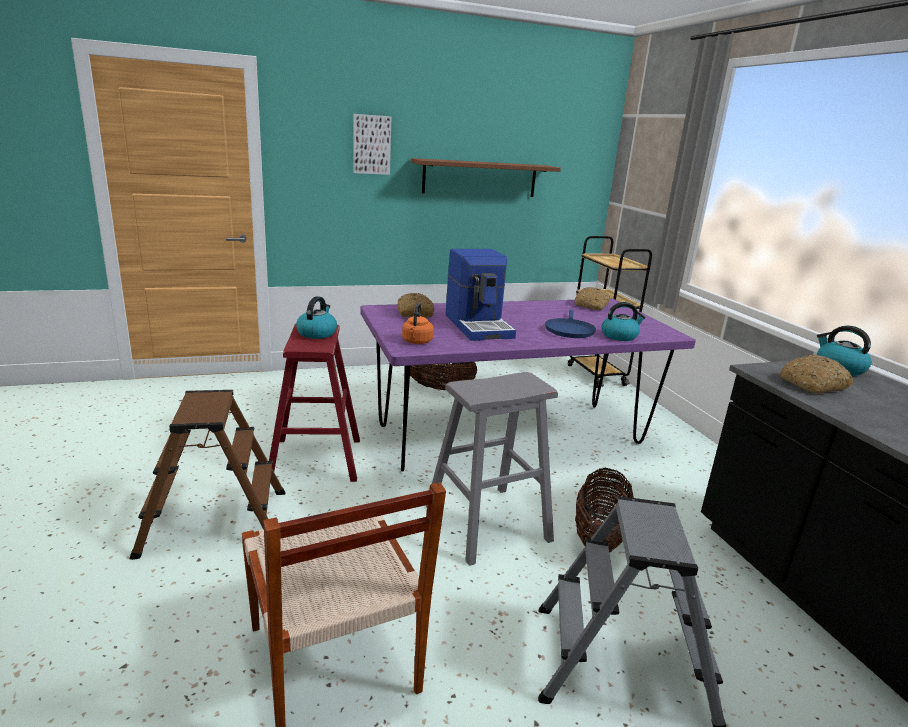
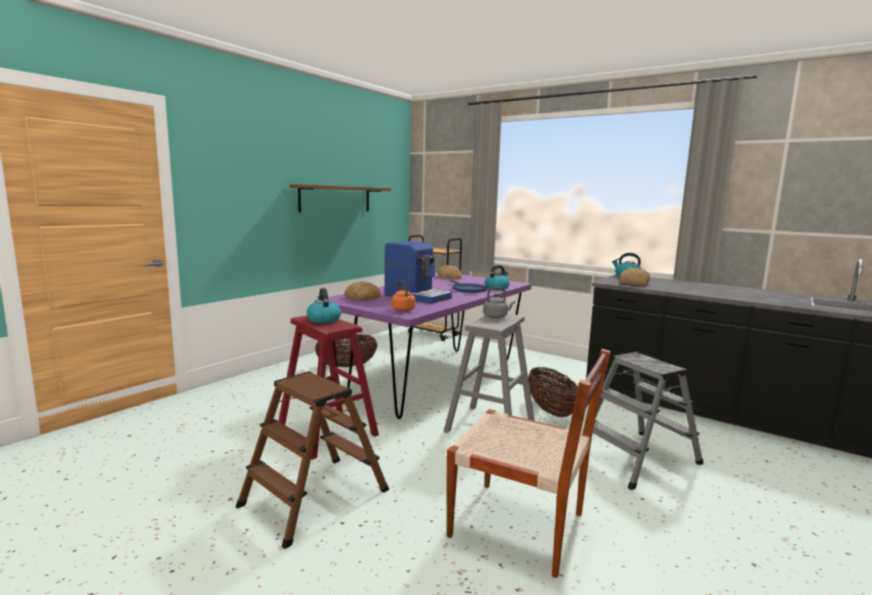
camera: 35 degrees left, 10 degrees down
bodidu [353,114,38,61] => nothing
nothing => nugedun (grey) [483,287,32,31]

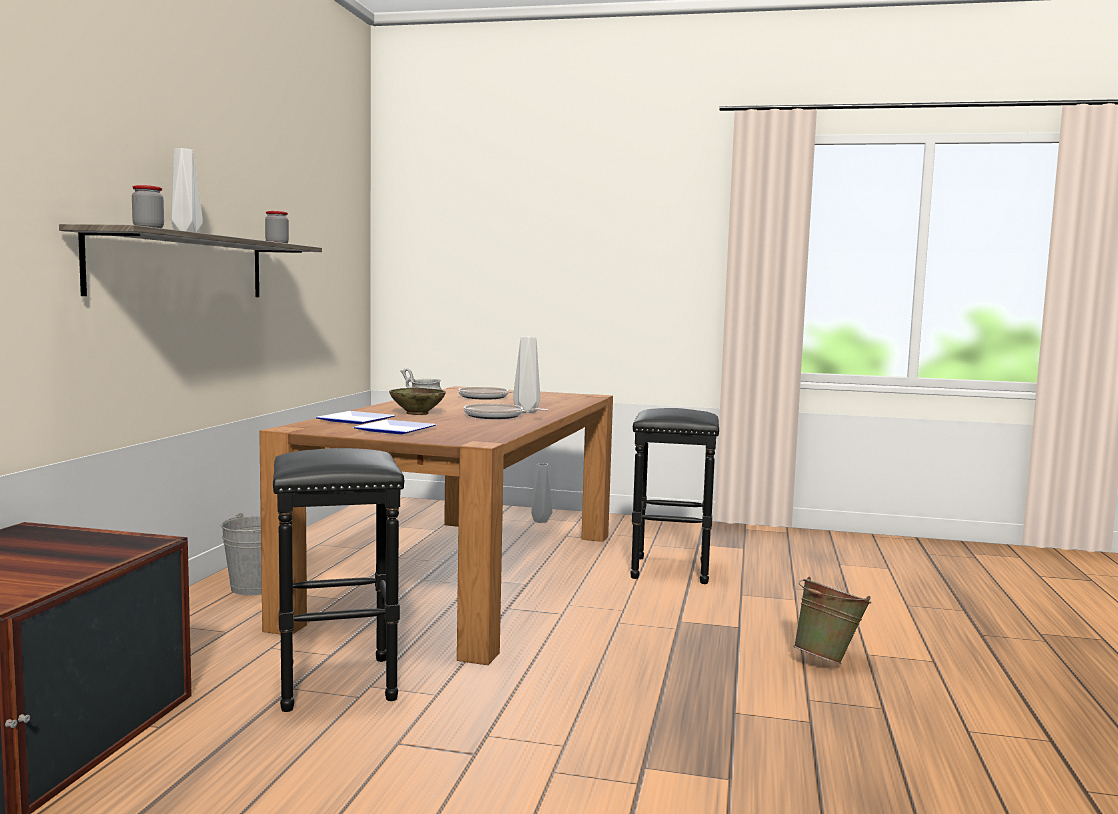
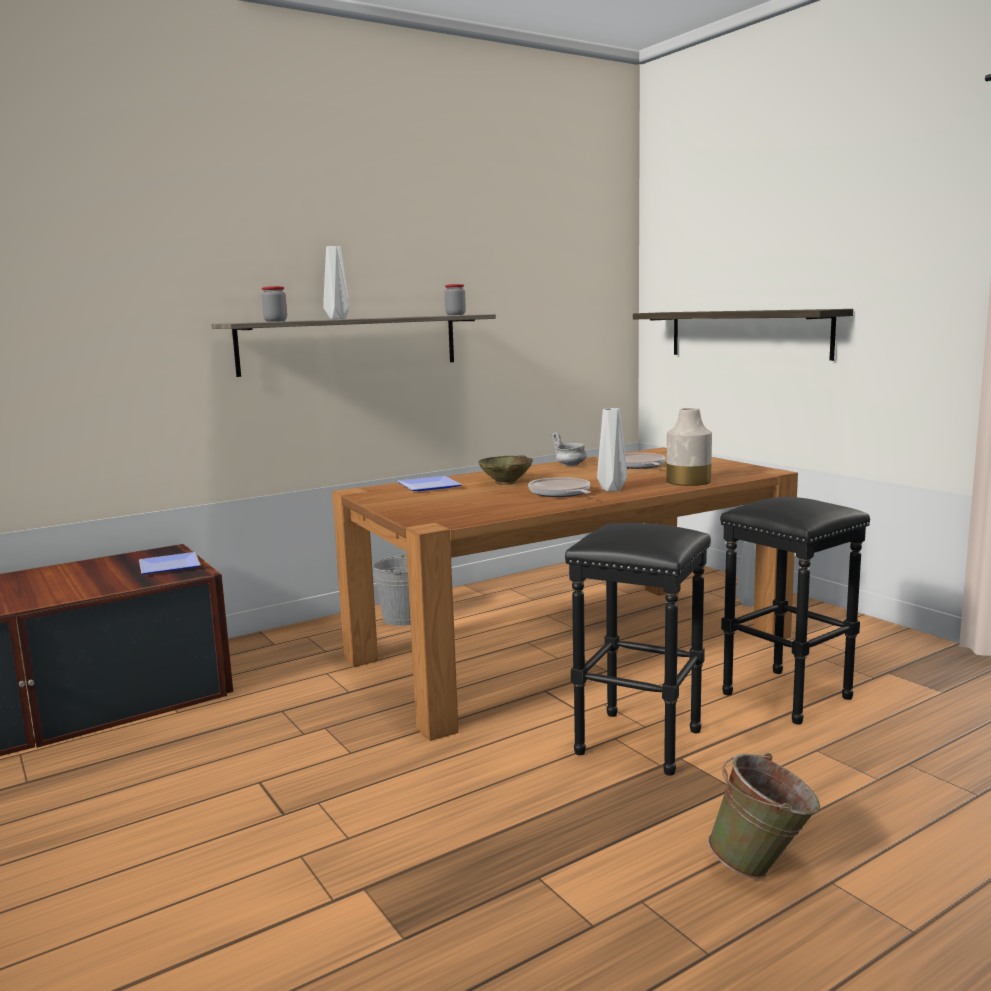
camera: 45 degrees right, 5 degrees up
nothing => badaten [633,309,220,52]
nothing => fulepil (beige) [666,408,46,78]
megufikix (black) [273,448,131,264] => megufikix (black) [565,523,146,253], shifted
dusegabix [353,420,84,14] => dusegabix [139,552,62,22], shifted

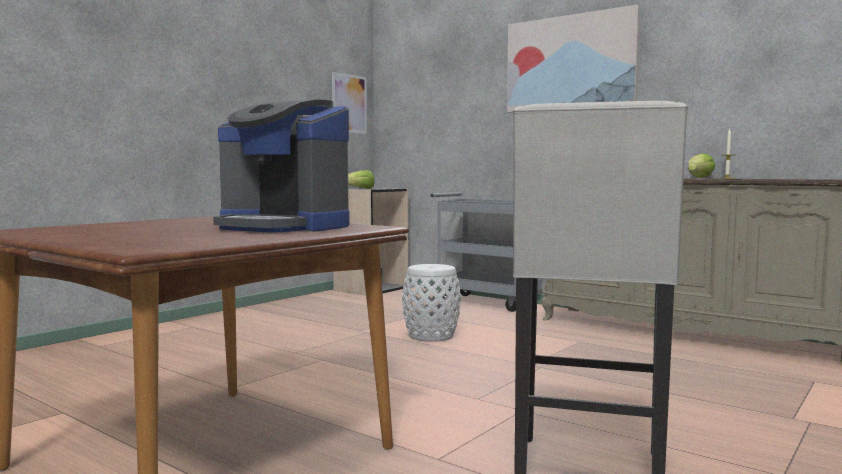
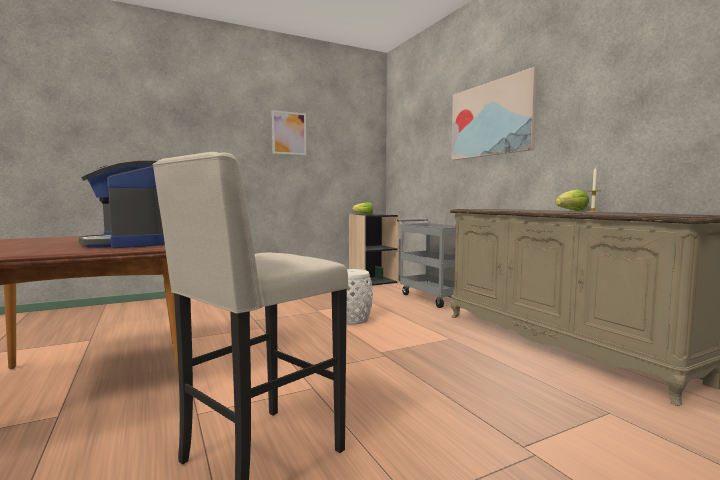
camera: 25 degrees right, 0 degrees up
bodidu [332,72,35,62] => bodidu [272,110,34,45], shifted

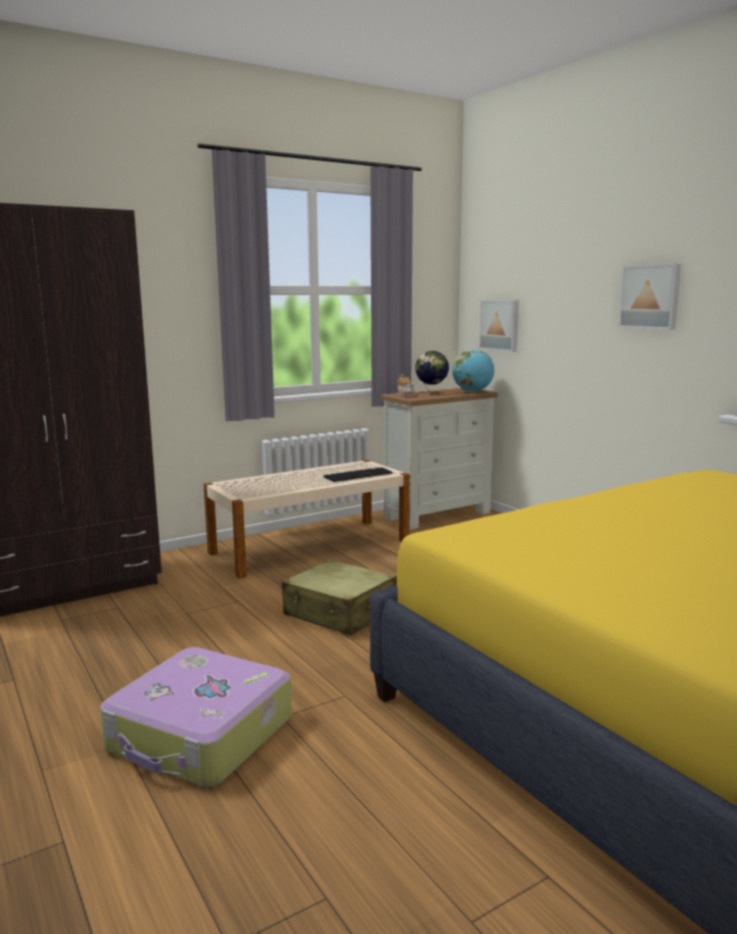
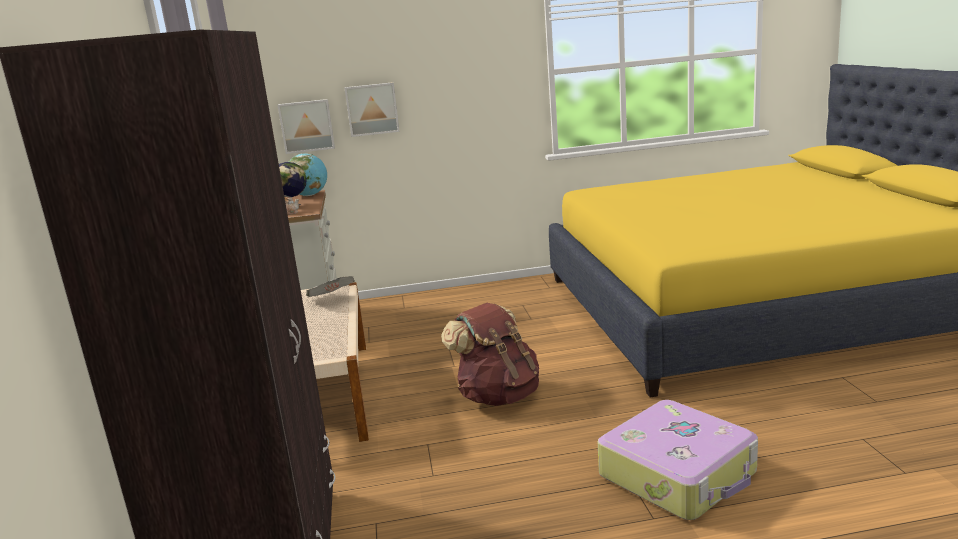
camera: 65 degrees left, 5 degrees up
bodidu [618,264,63,66] => bodidu [344,82,56,55], shifted
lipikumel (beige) [281,560,116,75] => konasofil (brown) [441,303,98,103]
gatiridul [323,467,70,15] => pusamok [306,276,49,21]

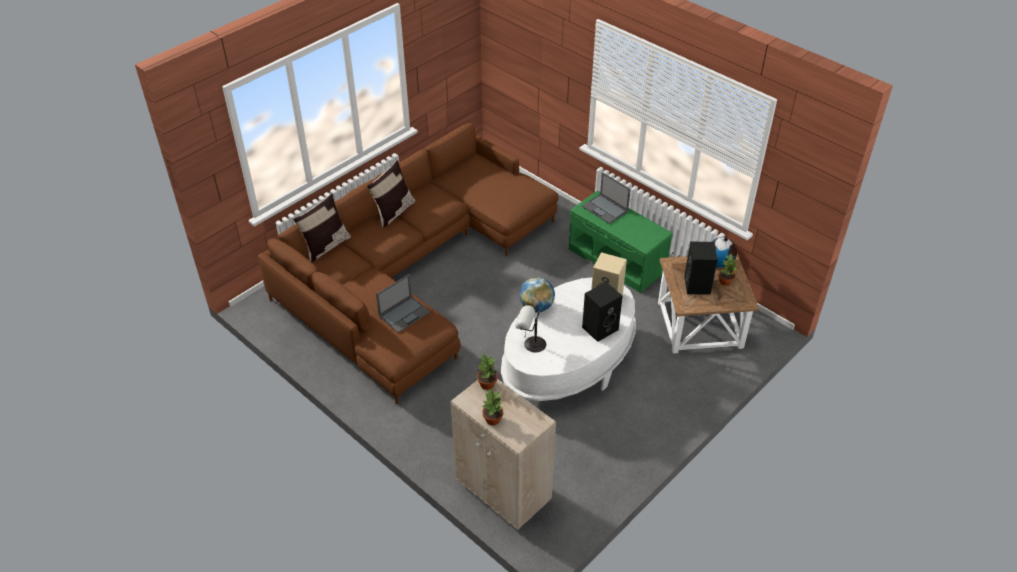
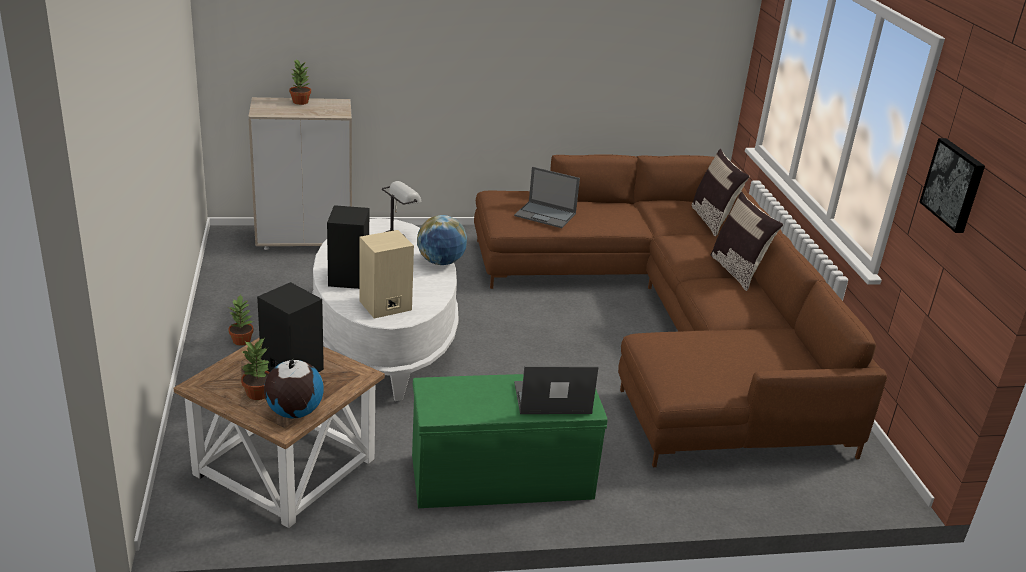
camera: 125 degrees right, 15 degrees down
nothing => bodidu [920,138,65,95]
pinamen [477,354,20,36] => pinamen [228,295,26,51], shifted
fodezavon [376,274,54,59] => fodezavon [514,167,66,61], 60 degrees counterclockwise

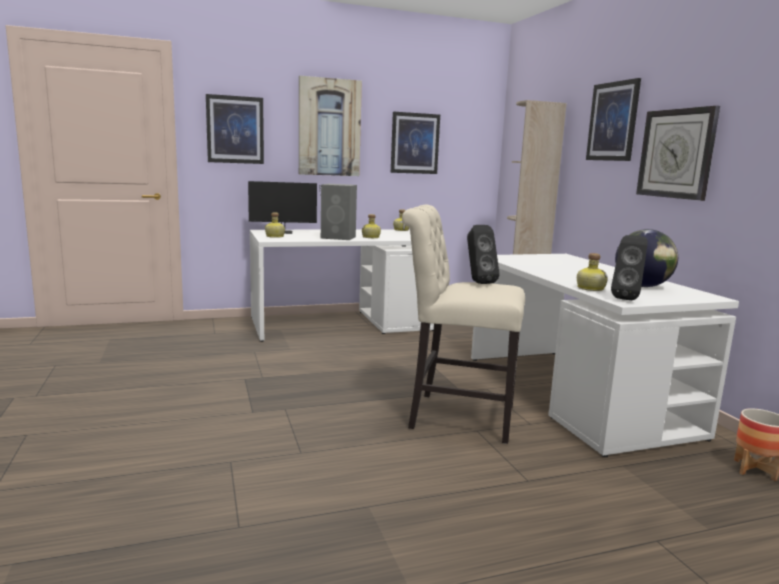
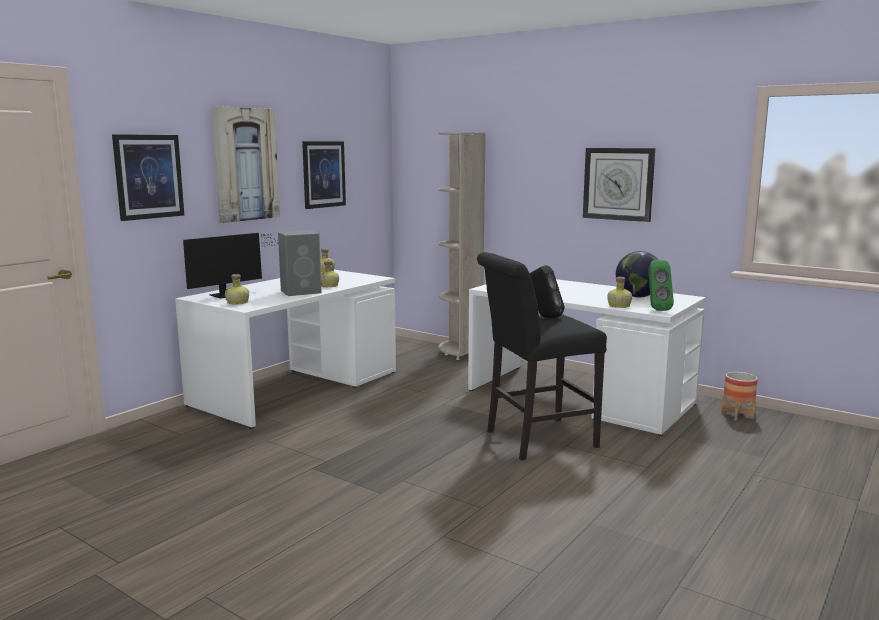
camera: 35 degrees left, 0 degrees up
bodidu [586,78,55,83] => nothing
megufikix (beige) [402,205,123,239] => megufikix (black) [477,252,130,209]
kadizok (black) [611,235,37,65] => kadizok (green) [648,260,26,51]

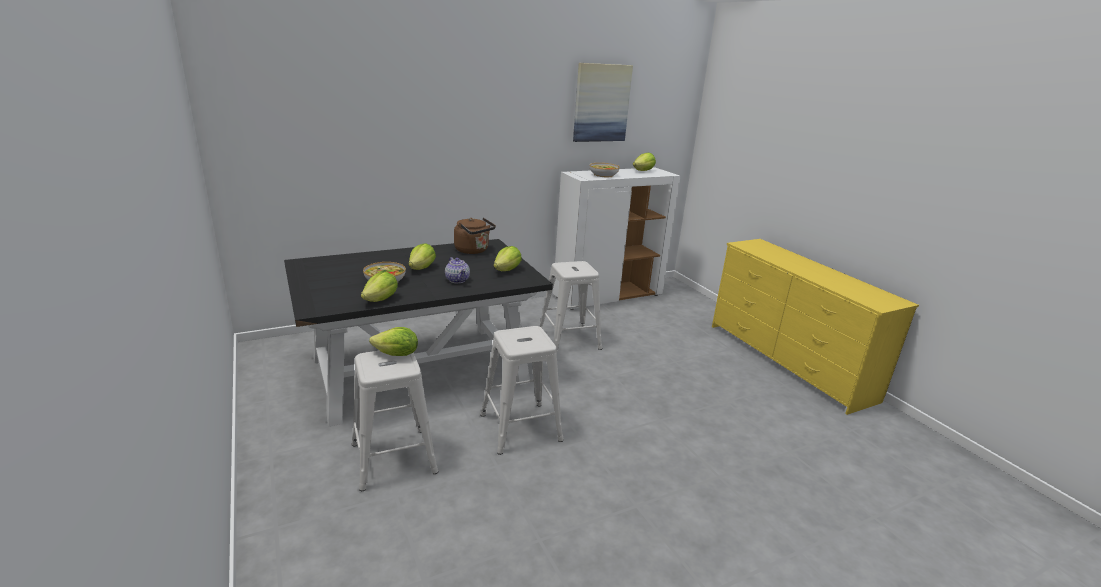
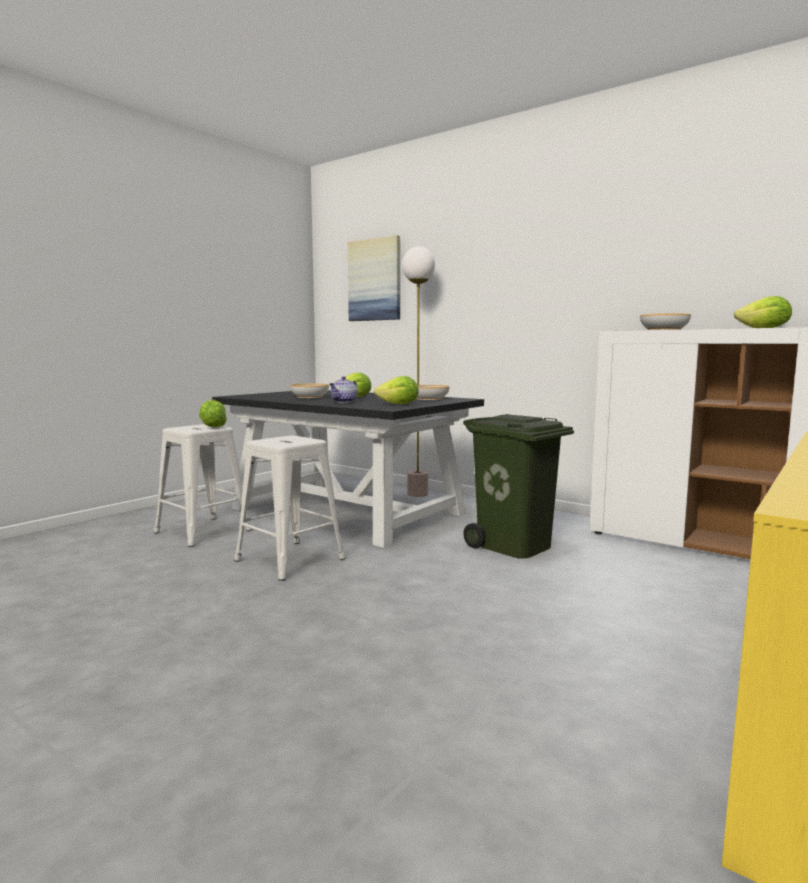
camera: 65 degrees right, 15 degrees down
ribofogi [361,272,37,30] => nothing
nothing => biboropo [402,246,33,251]
bodidu [573,63,60,79] => bodidu [348,235,52,86], shifted
nugedun (brown) [454,218,42,36] => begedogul [416,385,34,15]
megufikix (white) [539,261,63,90] => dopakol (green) [463,414,111,145]

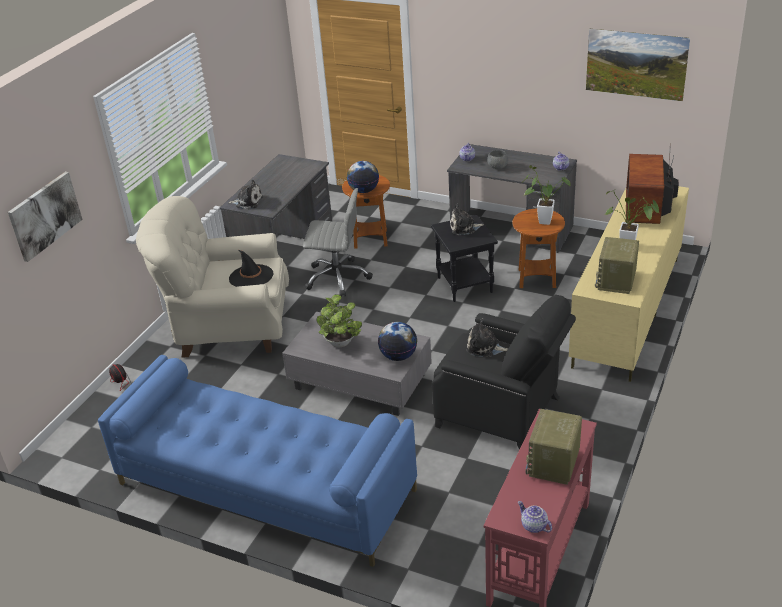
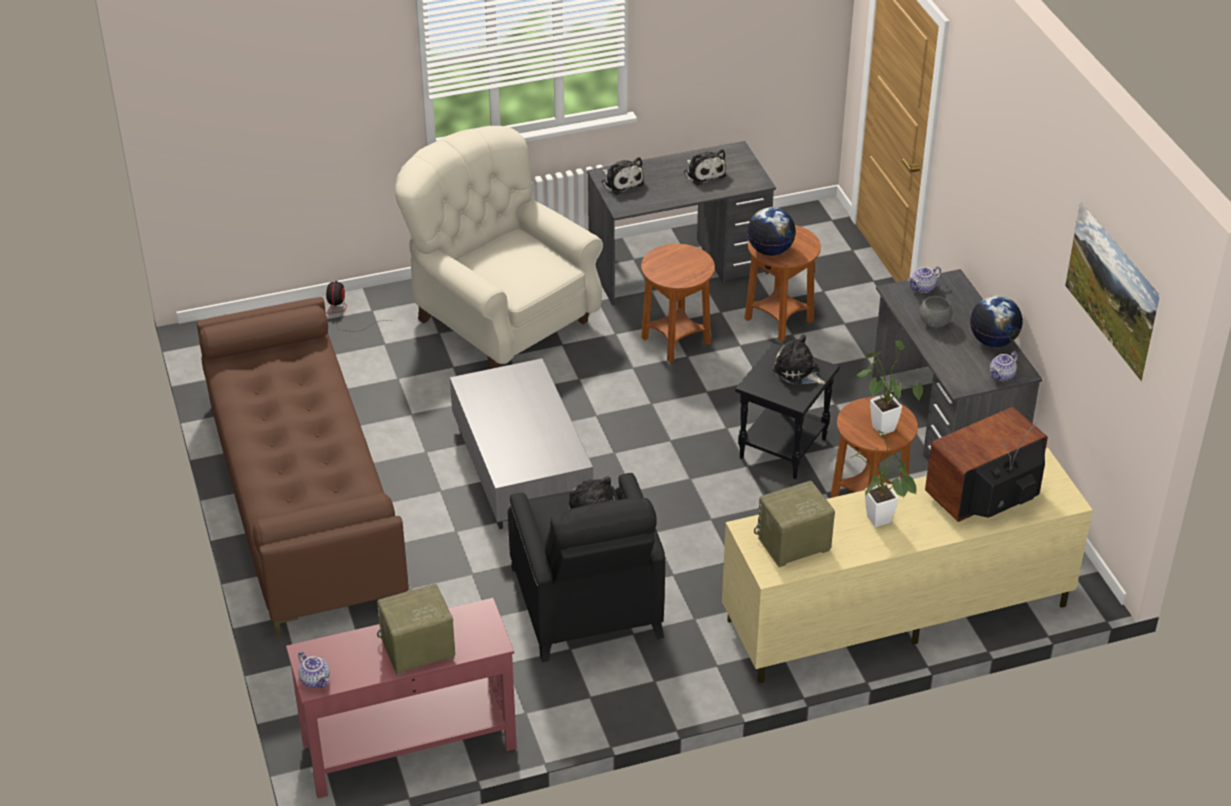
camera: 45 degrees right, 5 degrees up
bodidu [8,172,75,90] => nothing
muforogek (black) [229,250,44,37] => nothing
pinamen [317,294,45,53] => nothing
nothing => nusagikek [684,149,42,36]
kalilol [378,322,39,39] => kalilol [970,296,53,51], shifted
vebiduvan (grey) [303,188,70,109] => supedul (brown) [641,244,74,119]
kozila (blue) [98,355,319,212] => kozila (brown) [197,297,212,340]
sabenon [518,501,34,32] => sabenon [298,652,32,36], 135 degrees clockwise

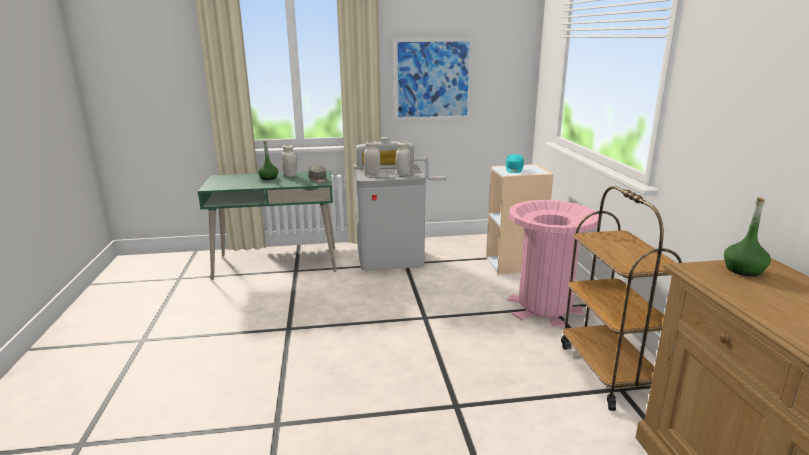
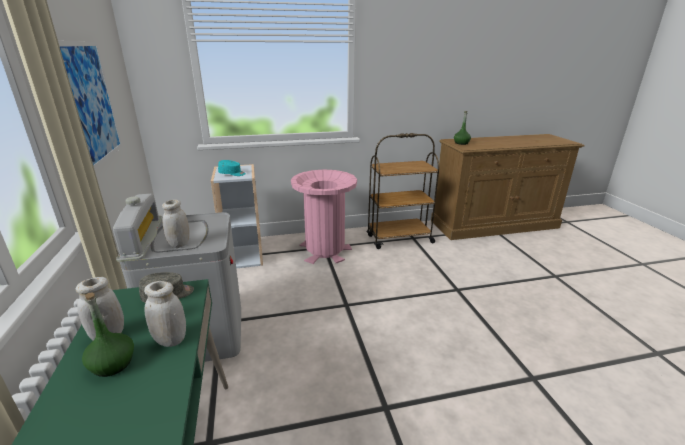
camera: 95 degrees left, 5 degrees up
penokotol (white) [396,142,15,33] => penokotol (white) [144,281,42,66], shifted

